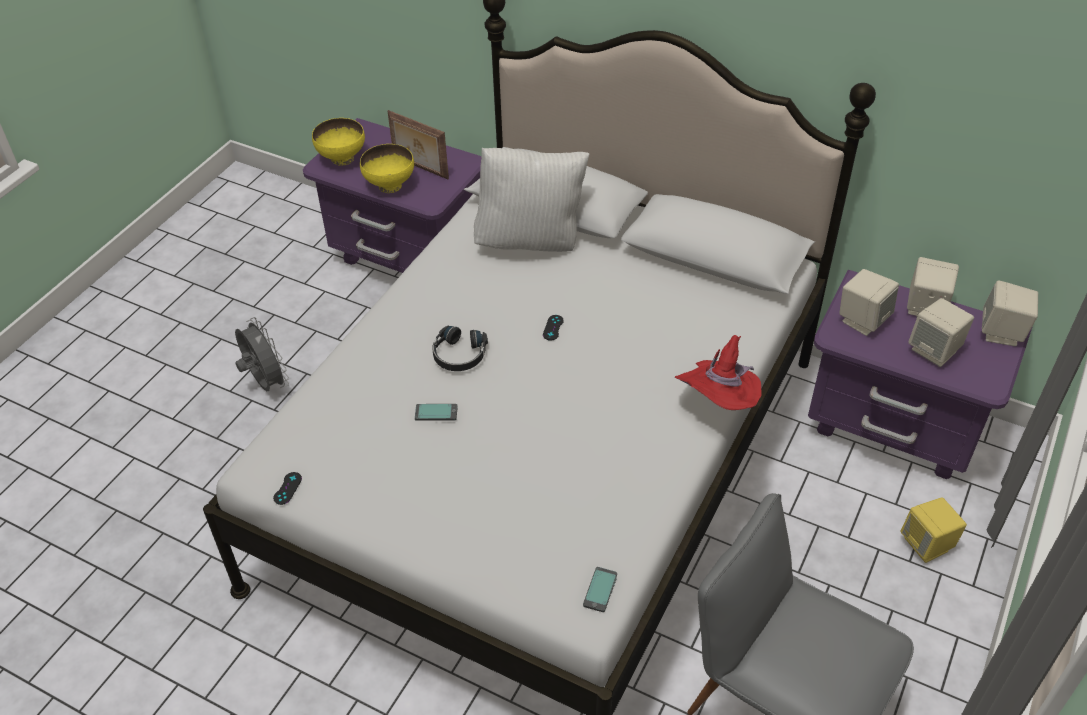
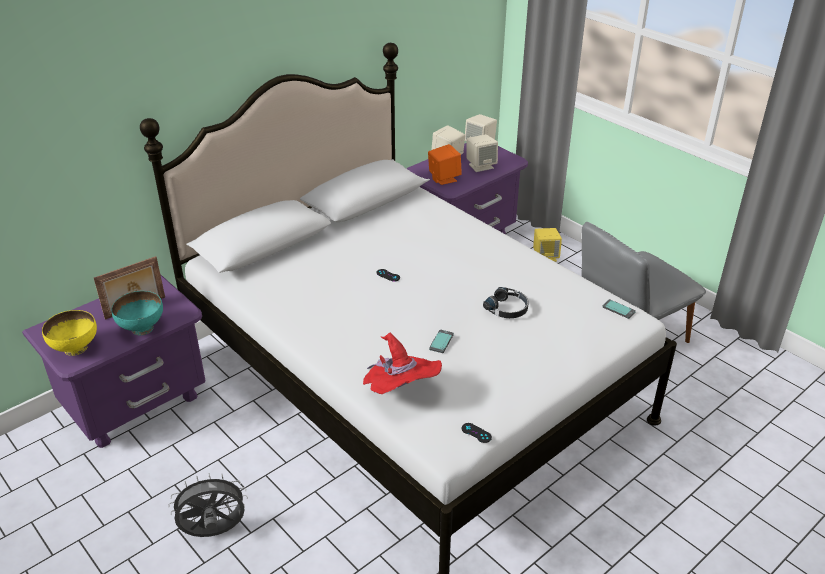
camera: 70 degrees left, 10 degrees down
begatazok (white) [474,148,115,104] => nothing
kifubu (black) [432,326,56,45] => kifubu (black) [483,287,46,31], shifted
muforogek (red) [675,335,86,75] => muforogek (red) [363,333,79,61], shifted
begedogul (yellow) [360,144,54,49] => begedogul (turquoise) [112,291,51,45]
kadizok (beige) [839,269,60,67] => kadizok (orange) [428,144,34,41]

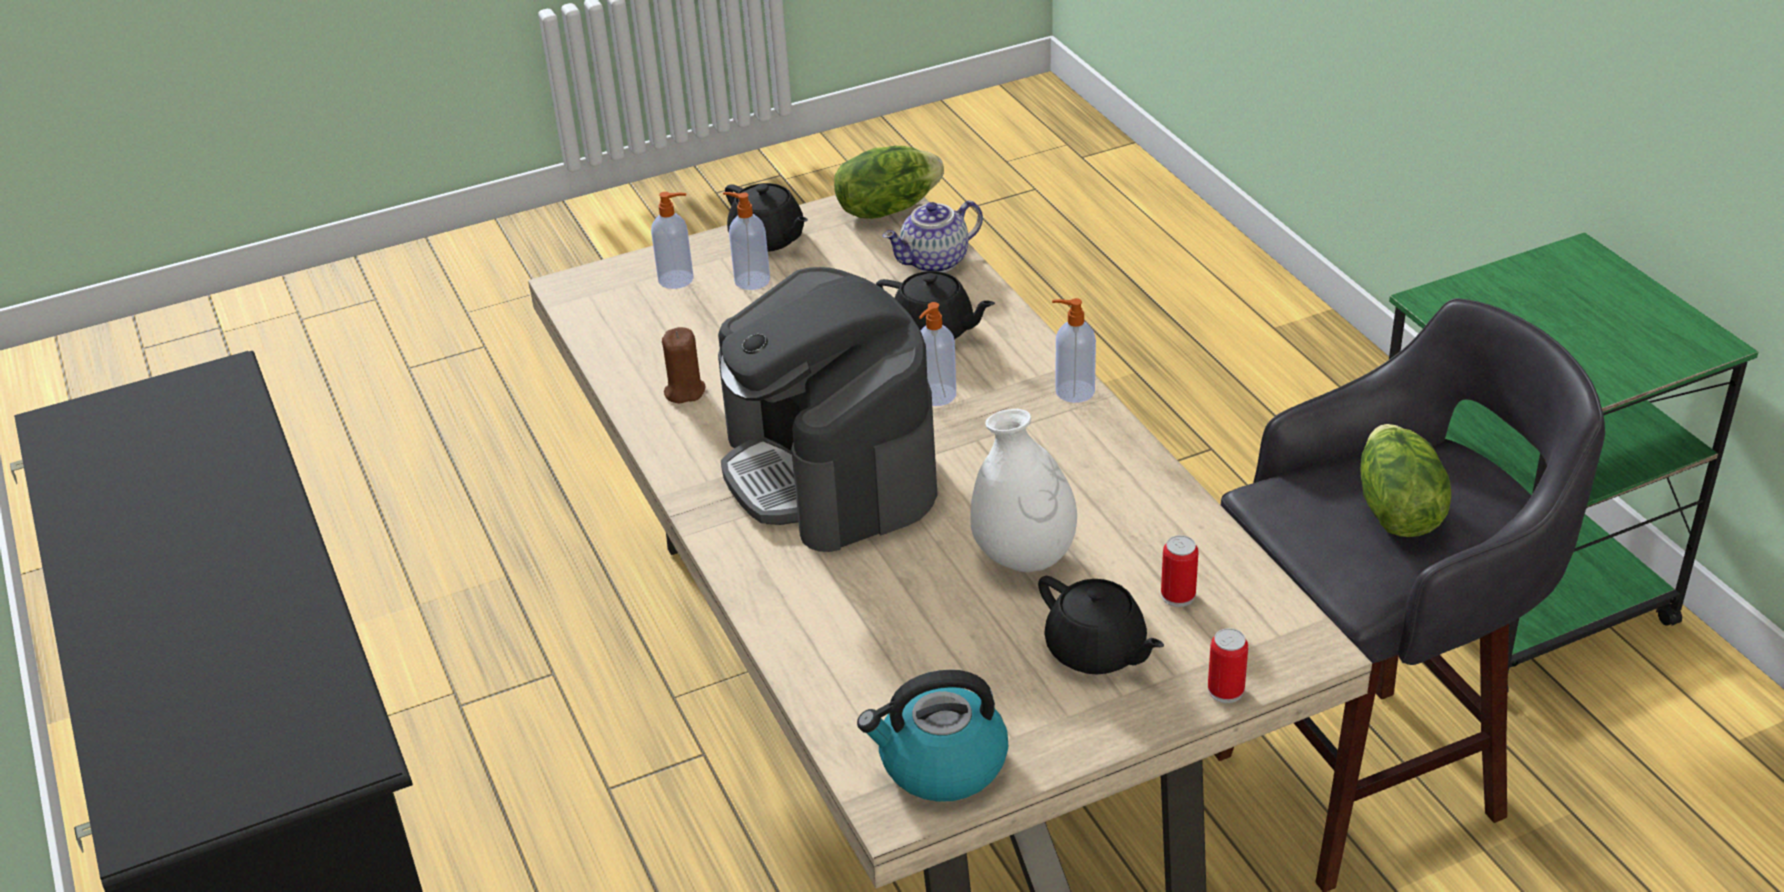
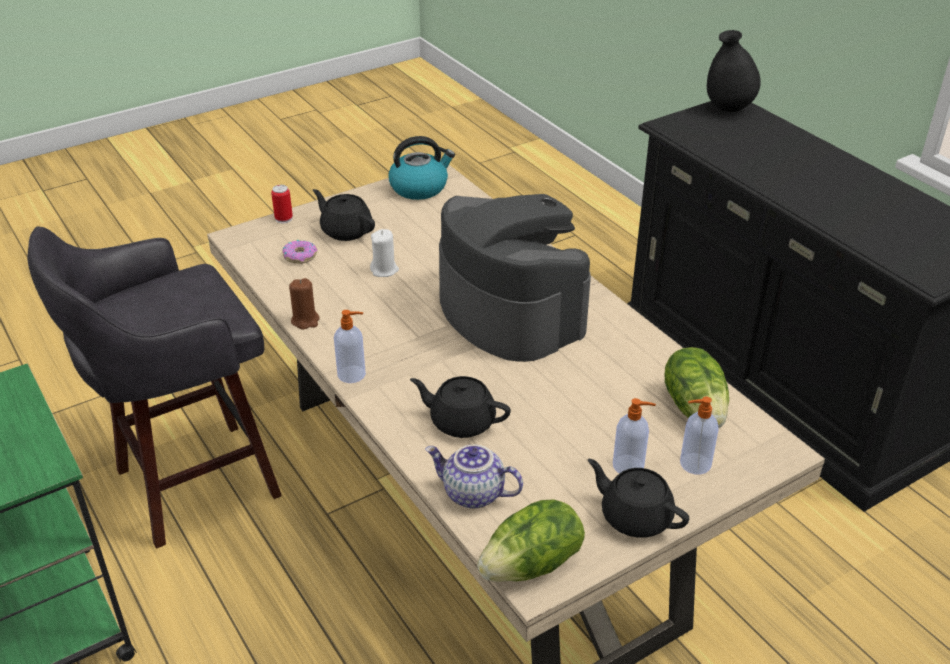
camera: 170 degrees right, 0 degrees up
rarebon [919,302,37,104] => nothing
nothing => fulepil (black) [707,30,54,82]
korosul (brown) [662,327,43,76] => korosul (brown) [289,278,31,52], shifted
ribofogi [1361,424,90,113] => ribofogi [665,347,64,81], shifted
fulepil (white) [970,409,107,163] => korosul (white) [370,229,29,48]
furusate [1161,535,37,72] => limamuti [282,240,35,24]
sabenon [883,200,100,72] => sabenon [425,445,98,64], 120 degrees counterclockwise

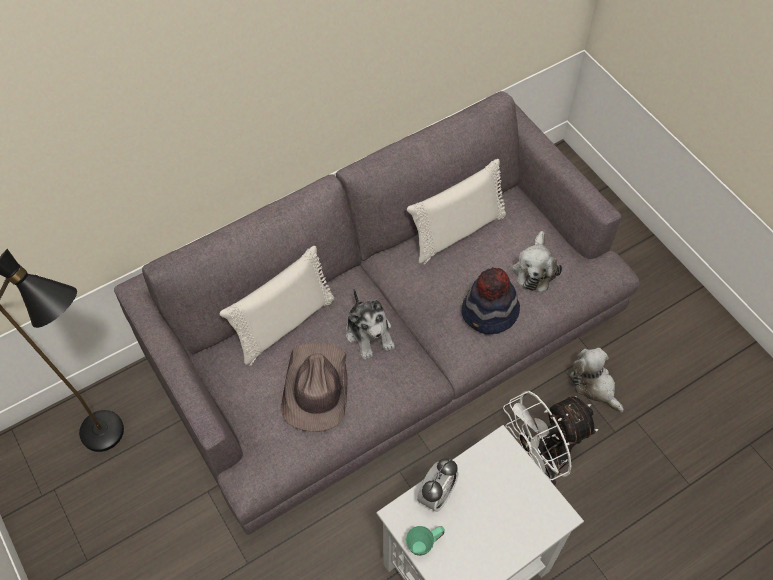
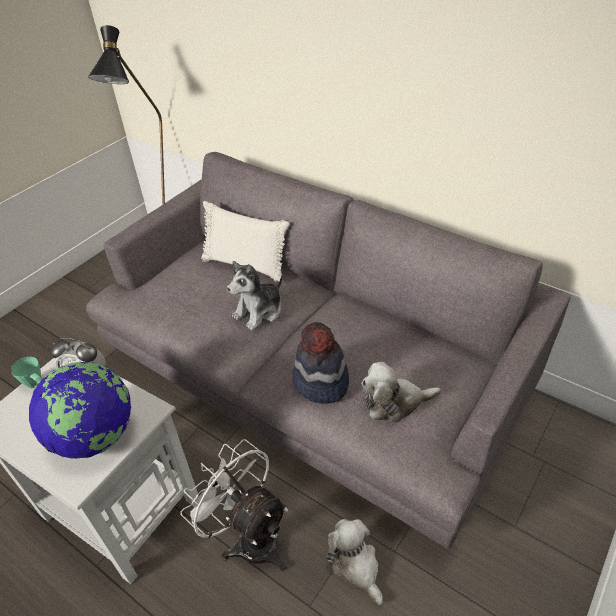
camera: 70 degrees right, 15 degrees down
muforogek (brown) [281,343,66,89] => nothing
begatazok (white) [407,159,99,105] => nothing
nothing => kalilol [29,362,102,97]
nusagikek [569,348,55,65] => nusagikek [327,519,56,86], 60 degrees counterclockwise

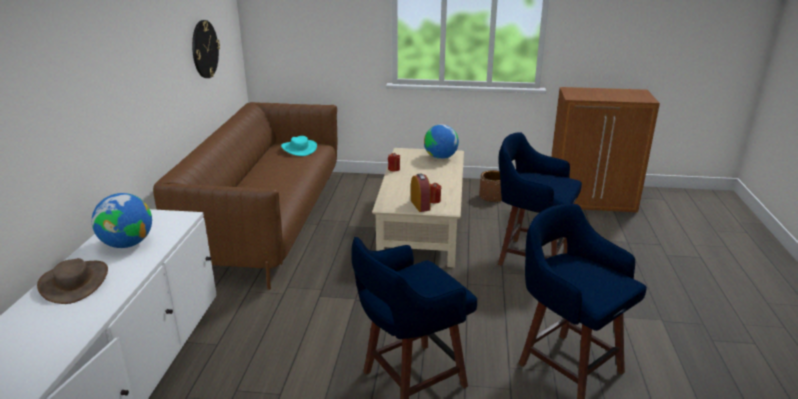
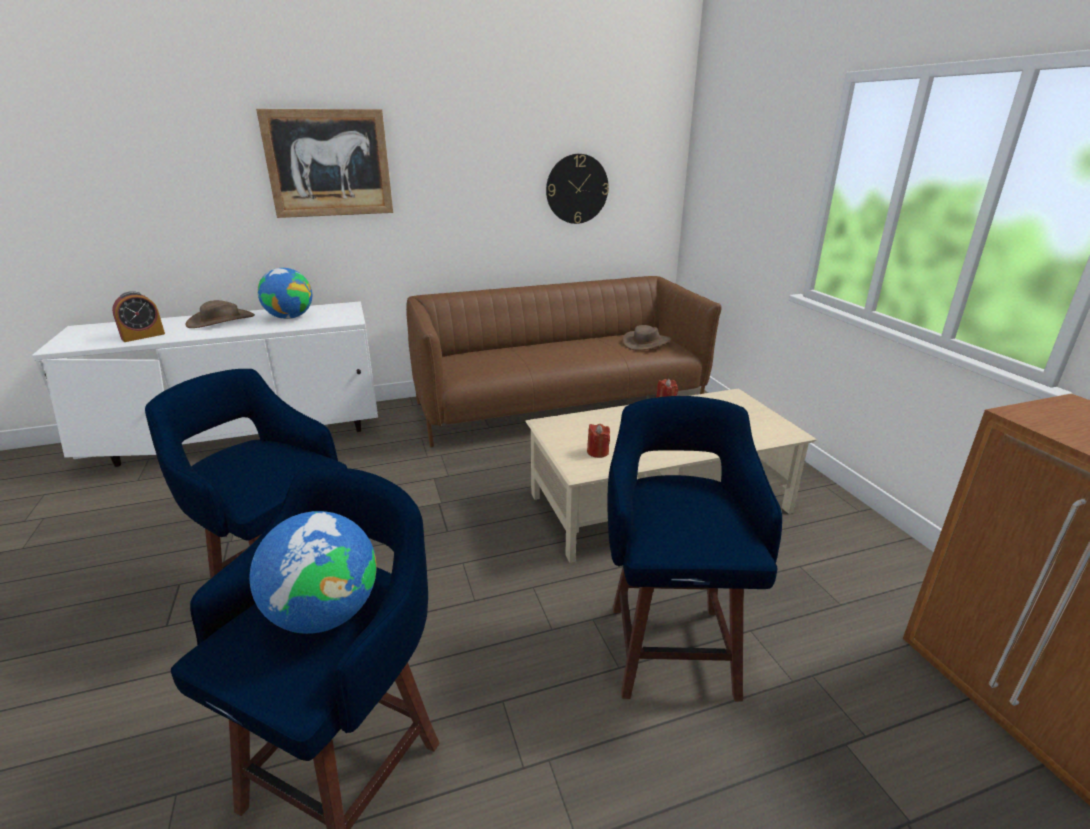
camera: 65 degrees right, 0 degrees up
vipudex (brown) [479,170,23,32] => nothing
nothing => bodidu [256,109,137,109]
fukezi [411,173,20,39] => fukezi [112,291,53,51], shifted
kalilol [424,124,35,35] => kalilol [250,511,126,123], shifted
muforogek (turquoise) [281,136,36,20] => muforogek (brown) [622,325,50,25]

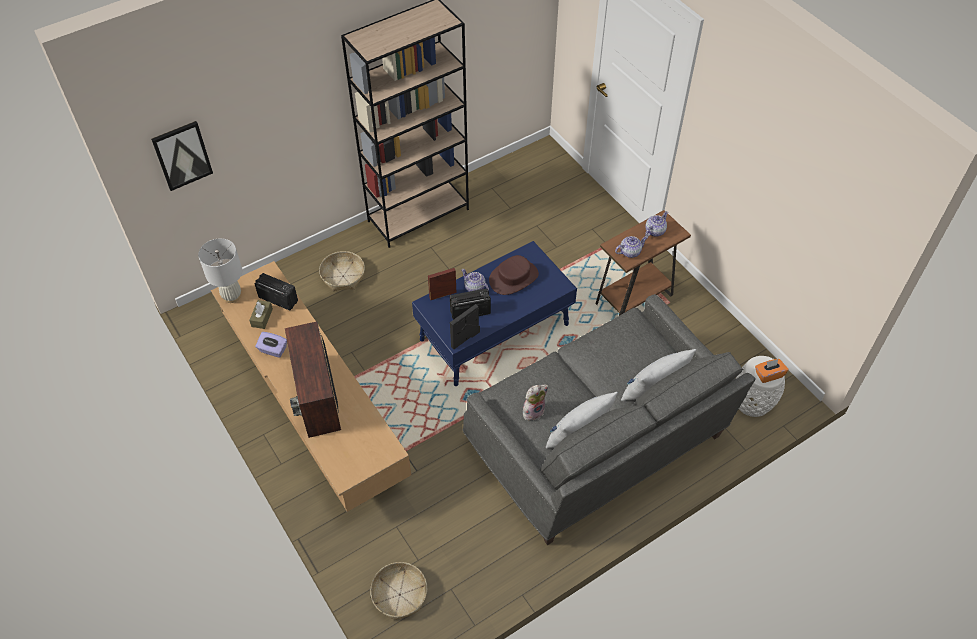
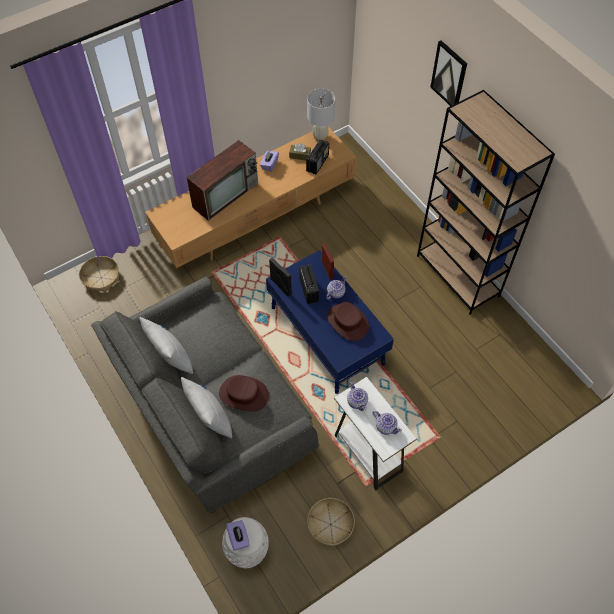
camera: 90 degrees right, 5 degrees up
nusagikek [523,385,25,35] => nothing
nothing => muforogek (brown) [219,375,50,37]
bodidu [151,121,62,70] => bodidu [431,40,36,66], shifted
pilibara [319,251,46,40] => pilibara [307,498,48,48], shifted
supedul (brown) [595,210,96,106] => supedul (white) [334,377,83,113]
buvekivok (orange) [755,359,33,24] => buvekivok (purple) [226,520,24,31]
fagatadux [285,322,56,116] => fagatadux [187,140,71,81], 150 degrees clockwise

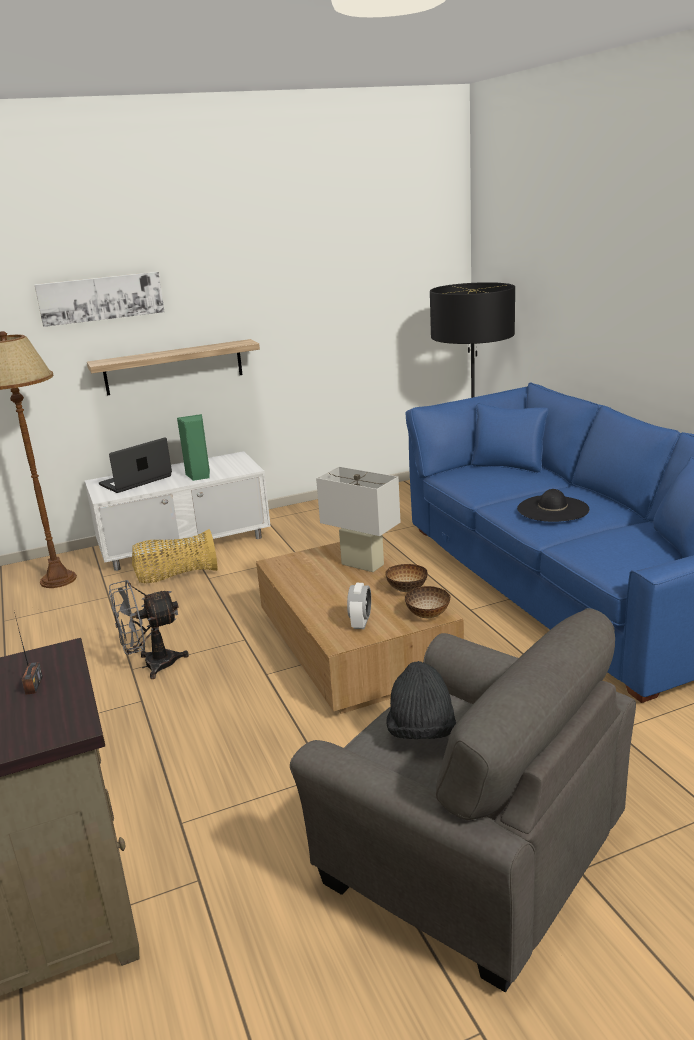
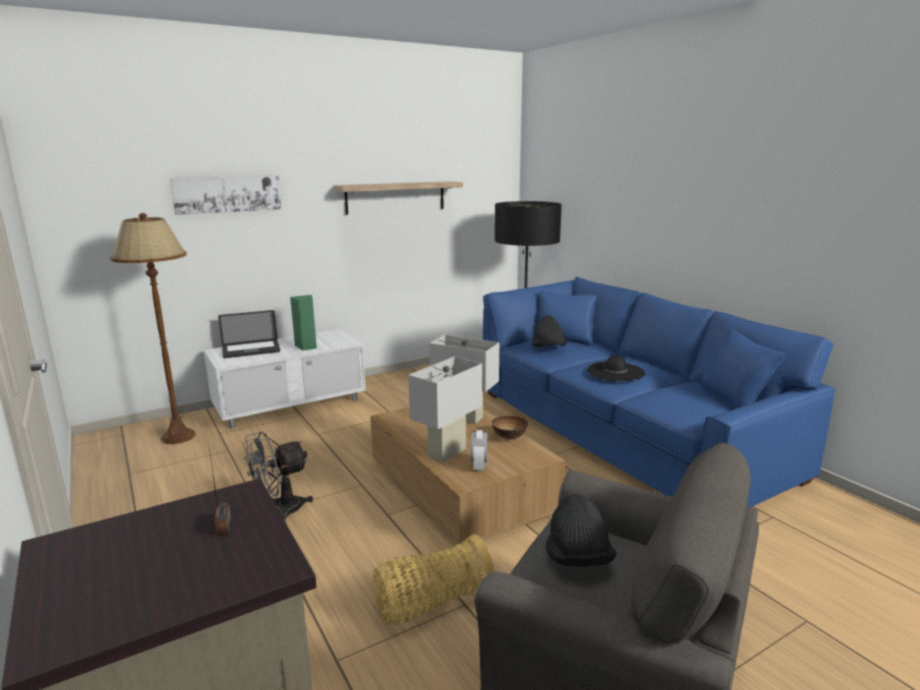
camera: 10 degrees left, 5 degrees down
begedogul [405,586,46,32] => nothing
nothing => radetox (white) [408,356,74,106]
nothing => muforogek (black) [532,315,35,32]
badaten [87,339,173,57] => badaten [334,181,129,34], shifted
pilibara [132,529,85,54] => pilibara [373,534,122,91], shifted
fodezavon [99,438,73,55] => fodezavon [218,310,62,48], 150 degrees counterclockwise

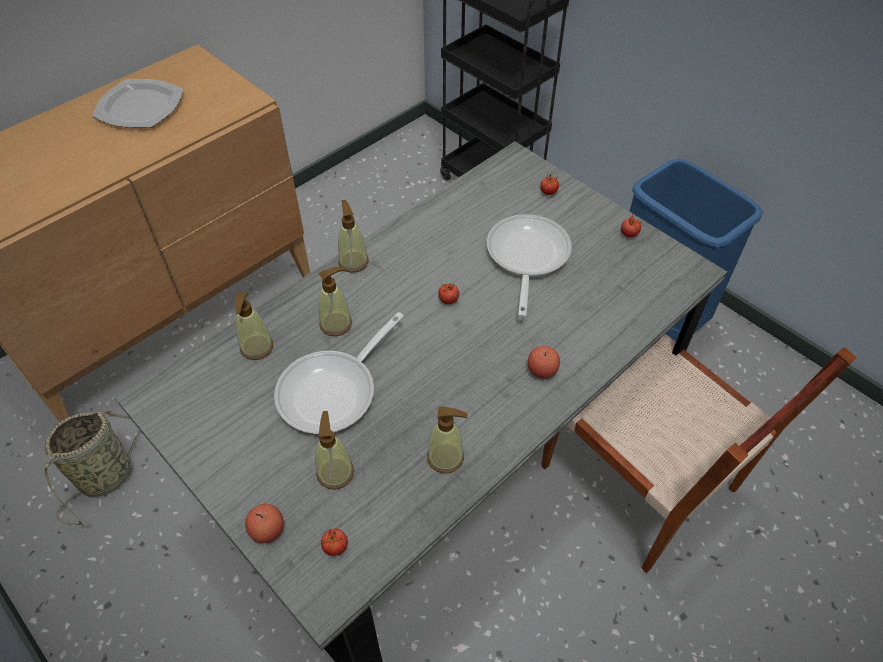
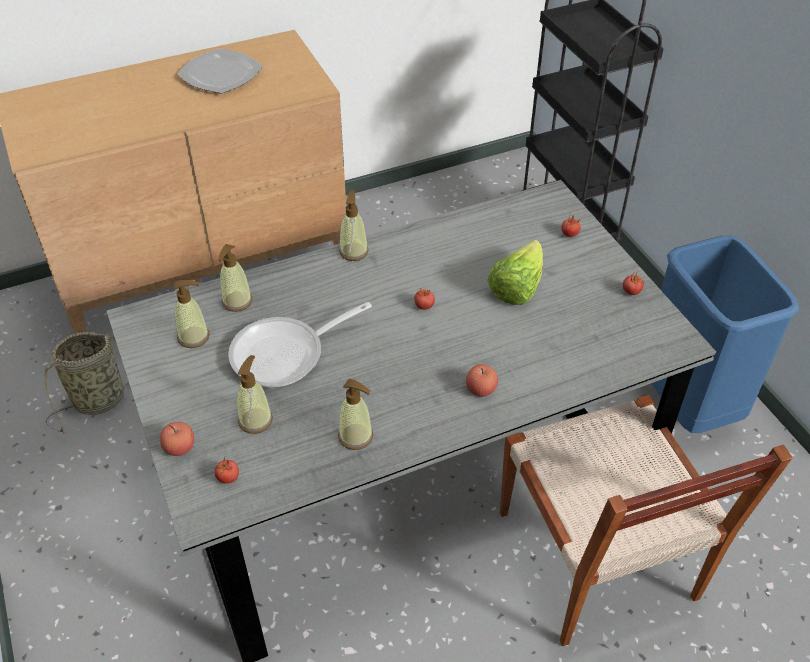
camera: 20 degrees right, 5 degrees down
rarebon [318,267,34,69] => rarebon [174,280,36,68], shifted
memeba [487,214,85,103] => ribofogi [487,240,56,65]

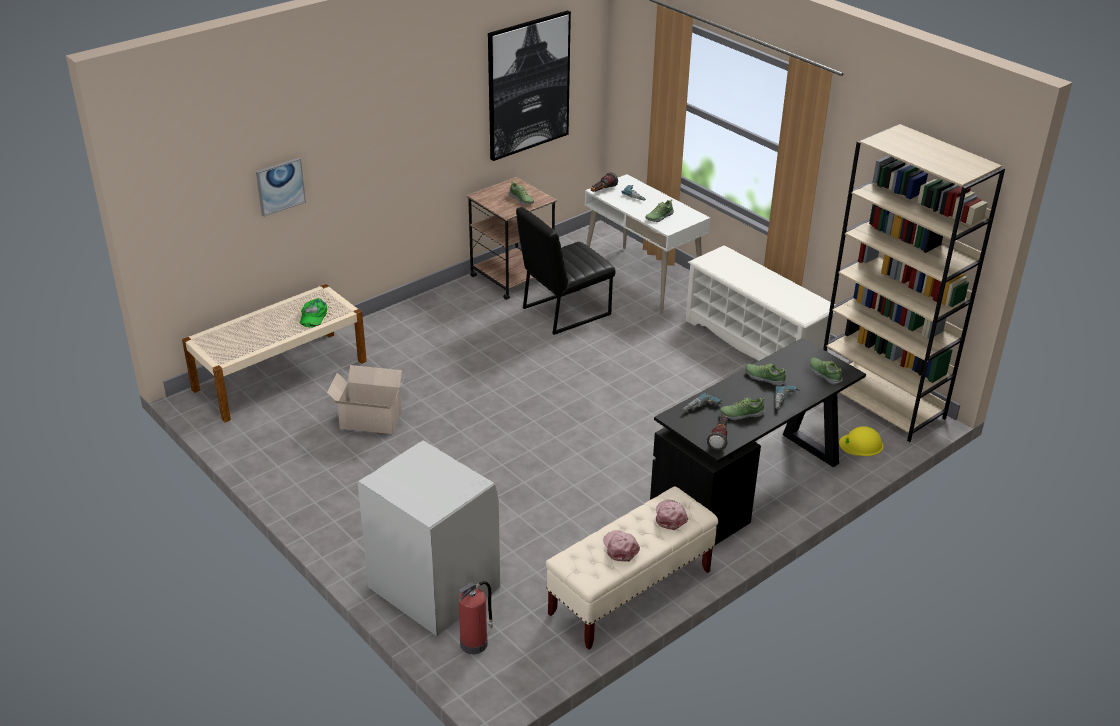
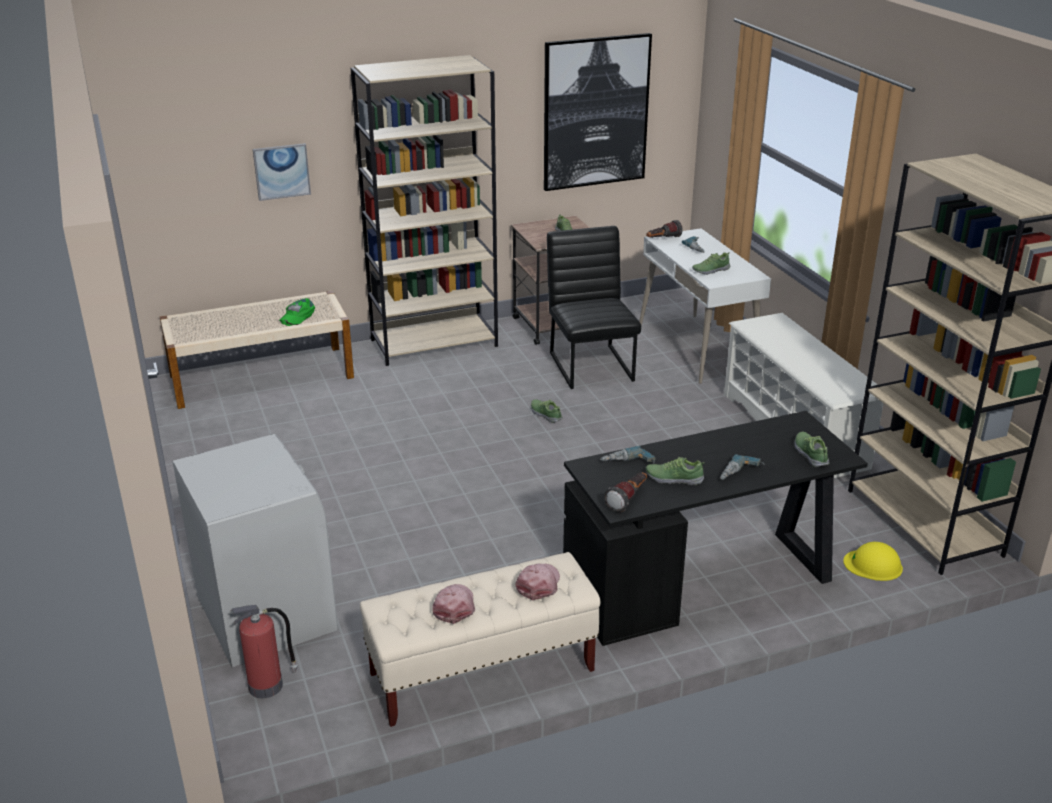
camera: 20 degrees right, 5 degrees down
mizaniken [327,365,77,69] => nothing
nothing => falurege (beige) [351,55,147,311]
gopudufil [746,363,40,23] => gopudufil [531,399,32,24], shifted
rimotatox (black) [516,207,100,128] => rimotatox (black) [547,226,94,163], 90 degrees clockwise

